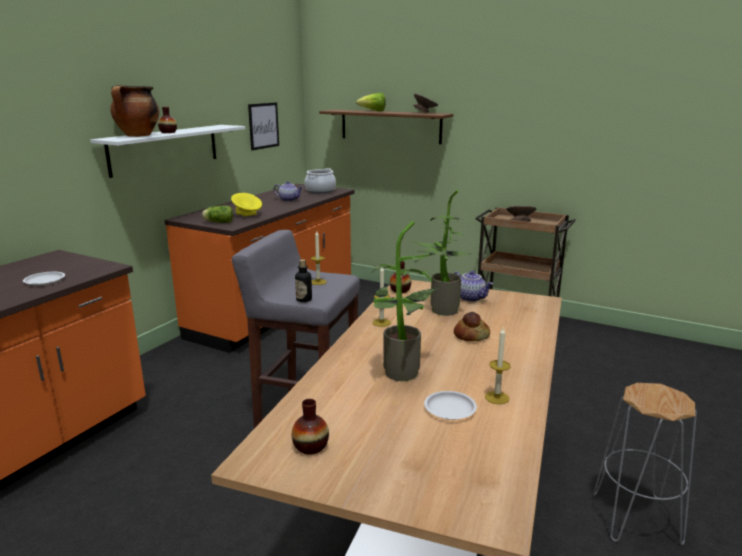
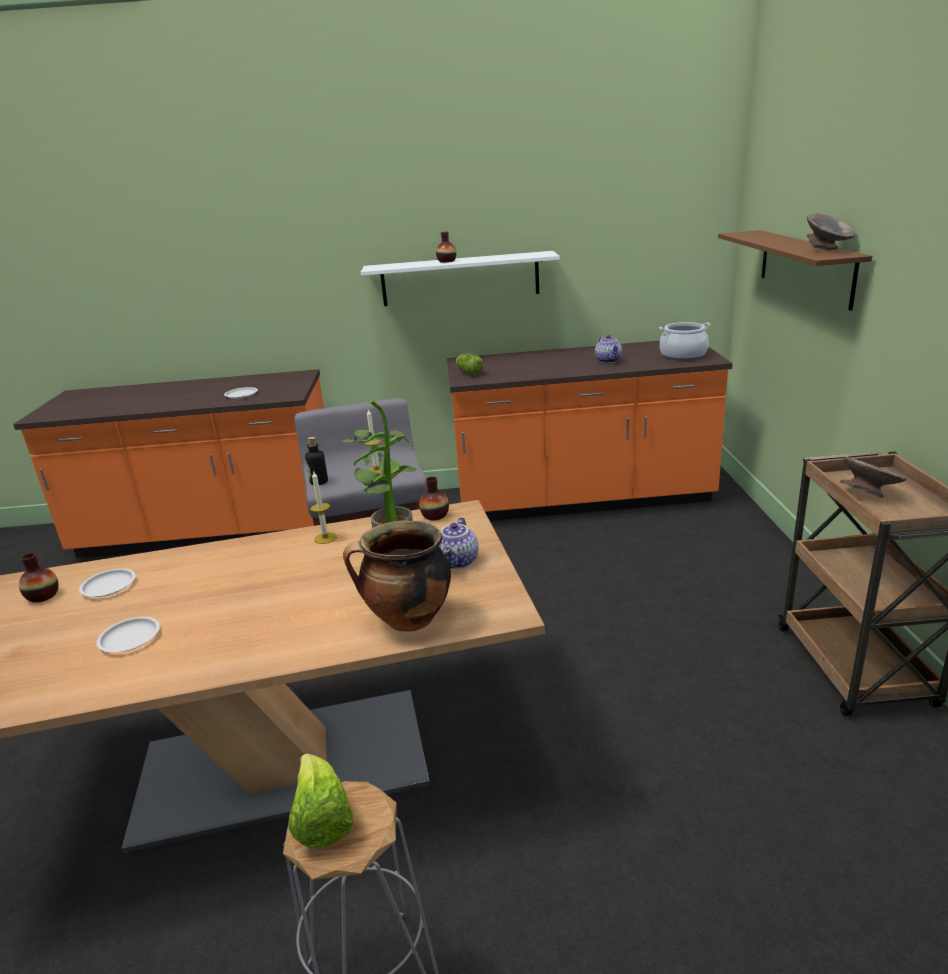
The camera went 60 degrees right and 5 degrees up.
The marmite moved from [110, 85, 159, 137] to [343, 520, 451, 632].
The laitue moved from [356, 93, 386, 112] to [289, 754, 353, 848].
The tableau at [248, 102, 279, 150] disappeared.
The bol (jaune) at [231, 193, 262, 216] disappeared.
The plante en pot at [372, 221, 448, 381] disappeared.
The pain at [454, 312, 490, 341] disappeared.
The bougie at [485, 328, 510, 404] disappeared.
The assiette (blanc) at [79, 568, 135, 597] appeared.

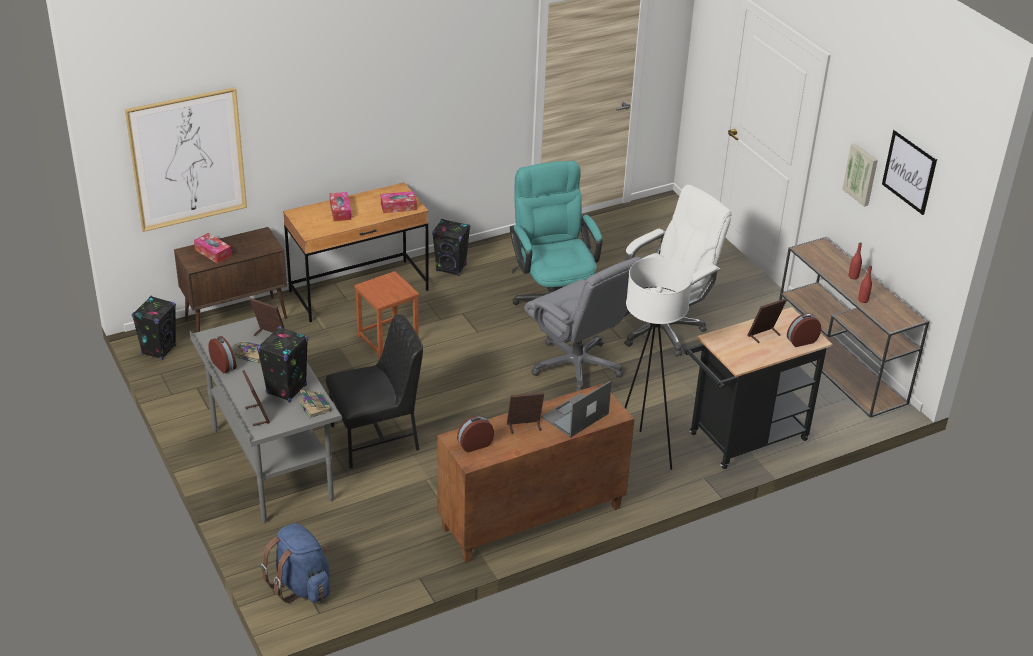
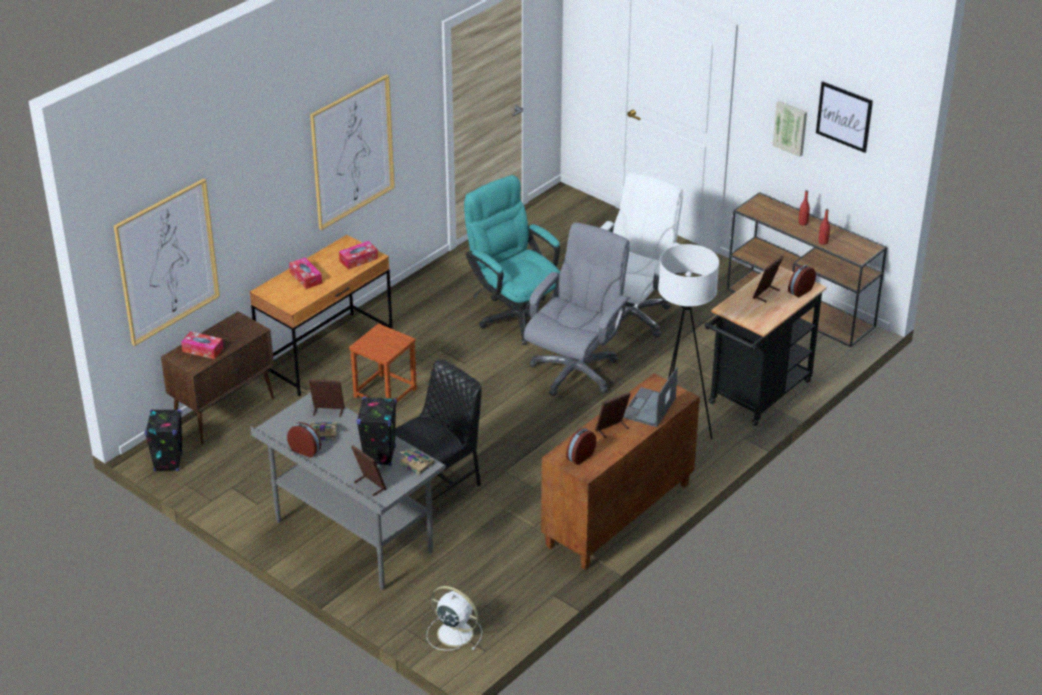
The camera went 20 degrees left and 0 degrees up.
The enceinte (noir) at [432, 219, 470, 276] disappeared.
The chaise de bureau (gris) at [524, 257, 642, 391] turned 90 degrees counterclockwise.
The sac à dos (bleu) at [261, 523, 330, 603] was replaced by the ventilateur (blanc) at [427, 586, 483, 651].
The tableau at [310, 74, 395, 230] appeared.

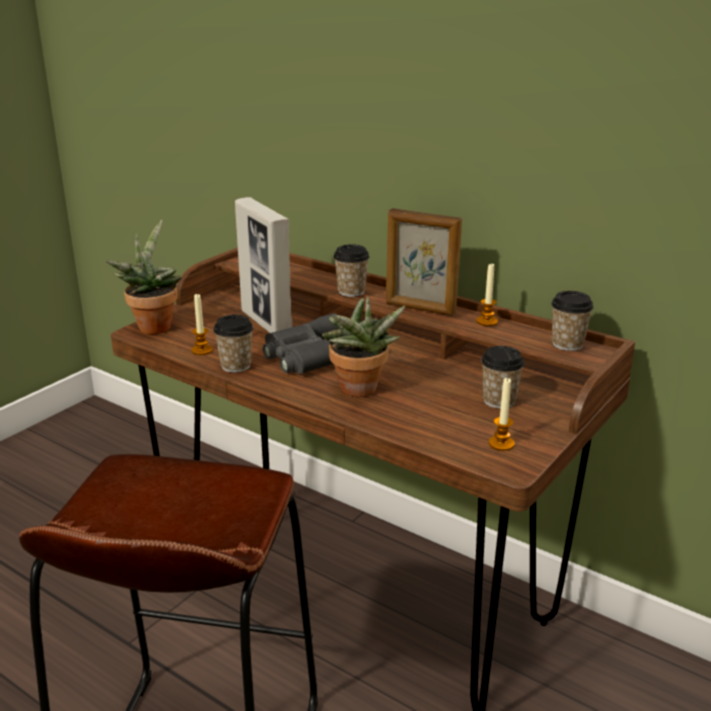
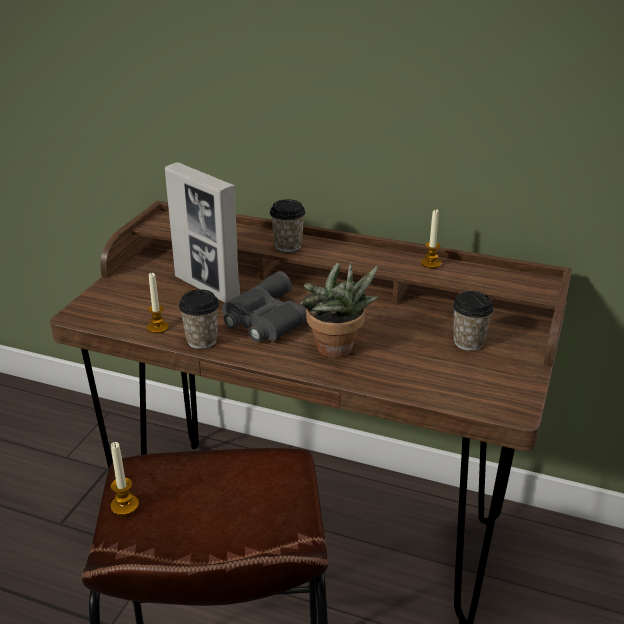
The camera went 15 degrees left and 5 degrees up.
The cadre photo at [386, 208, 462, 316] disappeared.
The plante en pot at [106, 220, 182, 334] disappeared.
The tasse at [551, 291, 593, 351] disappeared.
The bougie moved from [489, 377, 514, 451] to [111, 442, 139, 516].

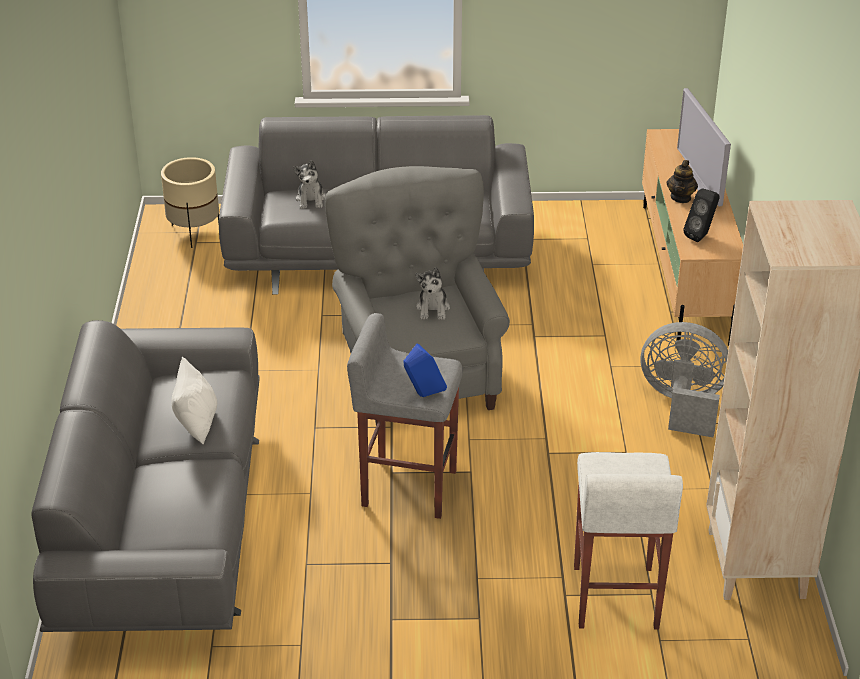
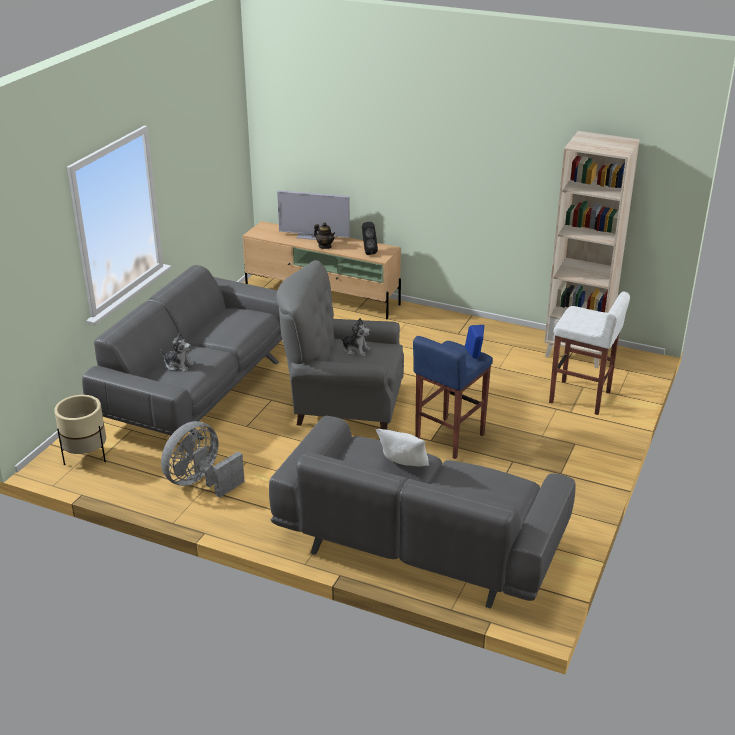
The camera went 65 degrees left and 5 degrees down.
The tabouret (gris) at [347, 313, 463, 519] became the tabouret (bleu) at [413, 336, 493, 459].
The ventilateur (gris) moved from [641, 322, 728, 437] to [161, 421, 245, 498].

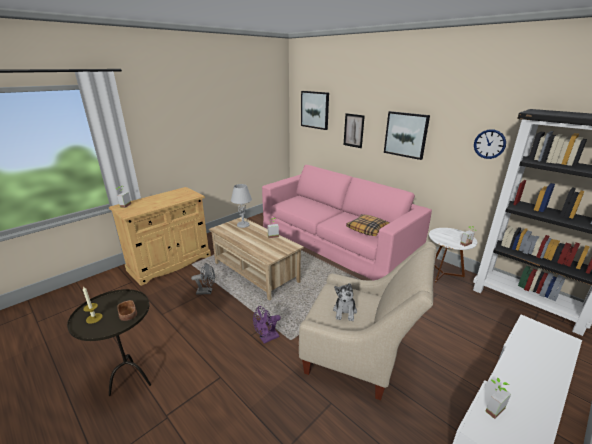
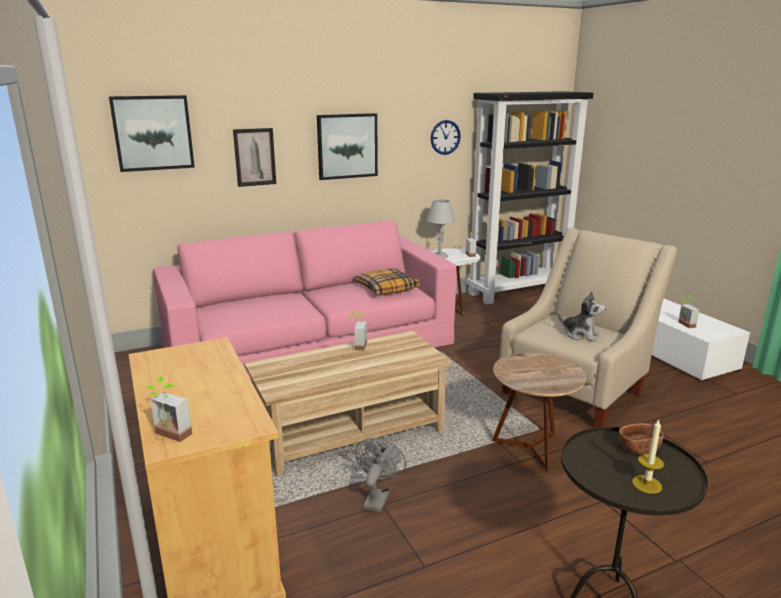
The camera went 70 degrees left and 5 degrees down.
The lampe de table (gris) moved from [231, 184, 252, 228] to [427, 199, 455, 259].
The ventilateur (violet) at [253, 306, 281, 344] was replaced by the table d'appoint (marron) at [492, 352, 586, 473].

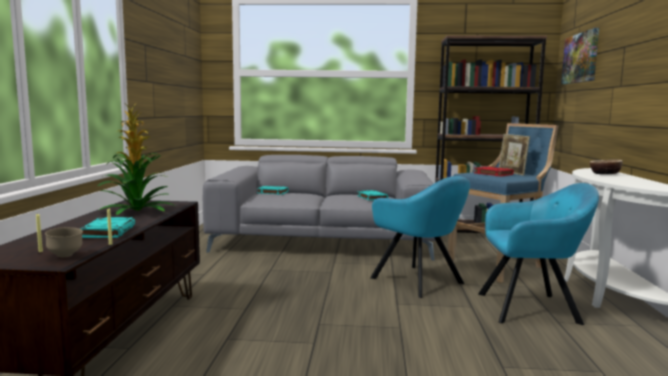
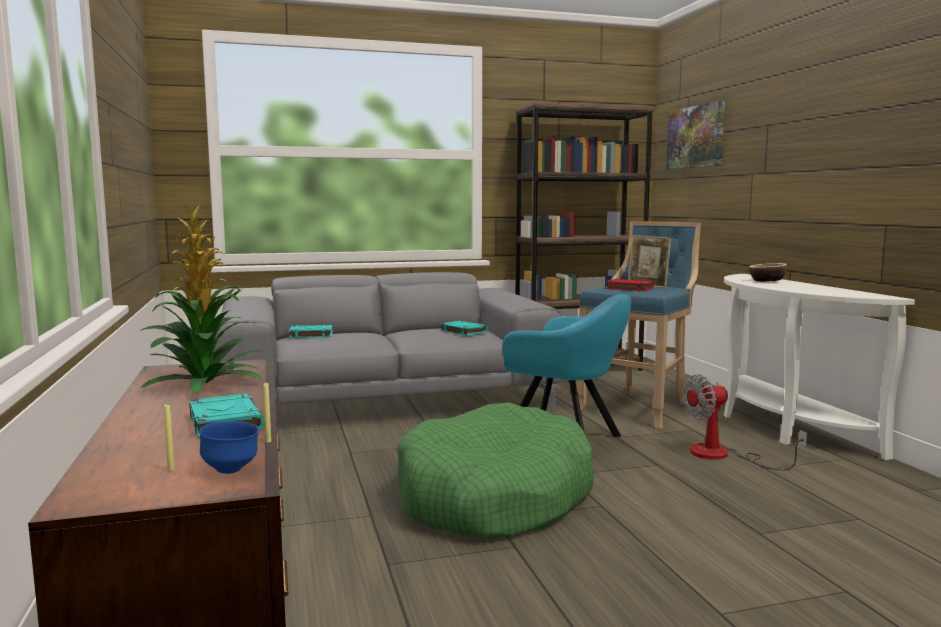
The camera went 20 degrees left and 0 degrees up.
The fauteuil (turquoise) at [478, 183, 599, 325] was replaced by the ventilateur at [683, 374, 808, 470].
The bol (marron) at [45, 227, 83, 257] became the bol (bleu) at [199, 421, 259, 474].
The panier pour chien (vert) at [397, 402, 594, 539] appeared.

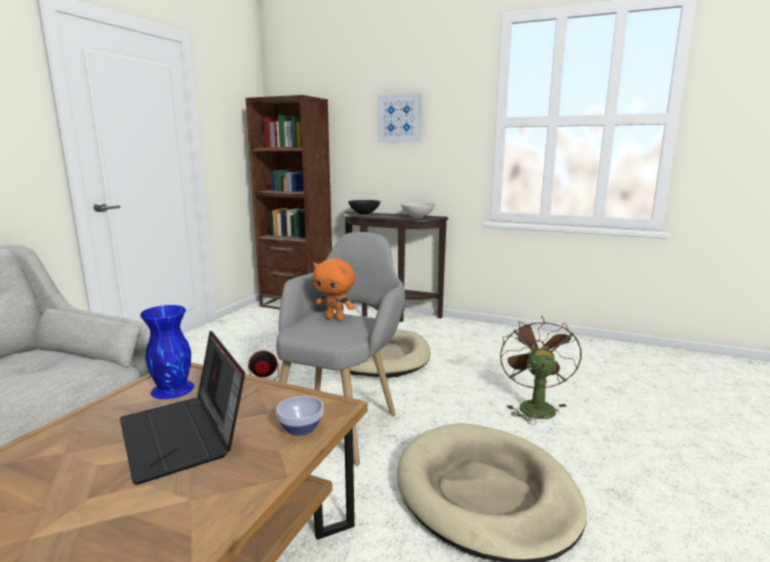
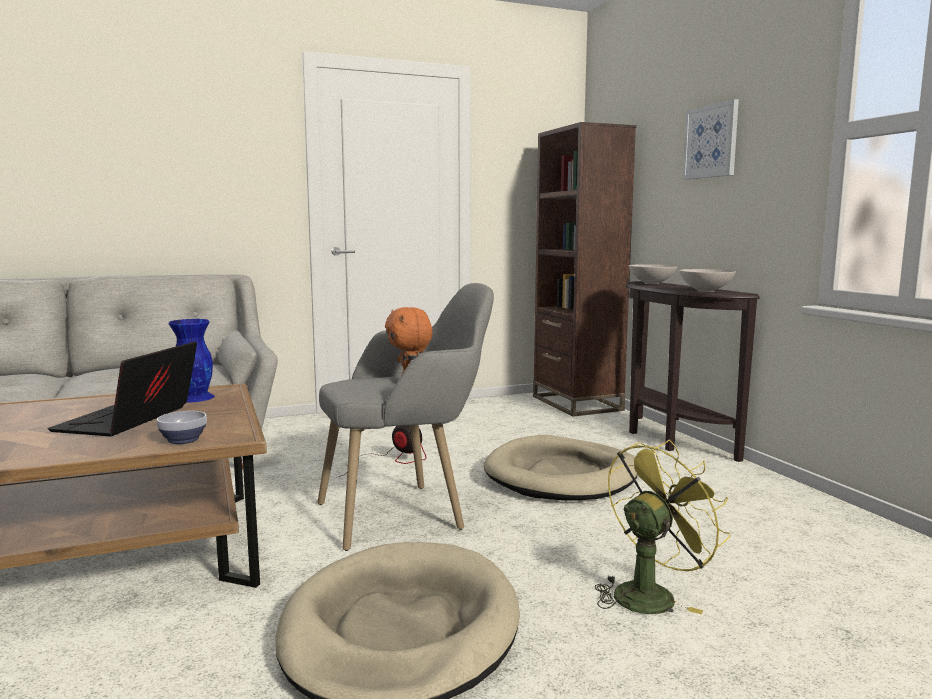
The camera went 45 degrees right and 5 degrees down.
The bol (noir) at [348, 200, 381, 215] became the bol (blanc) at [628, 264, 678, 284].
The ventilateur (marron) at [500, 316, 582, 425] became the ventilateur (jaune) at [595, 440, 730, 615].

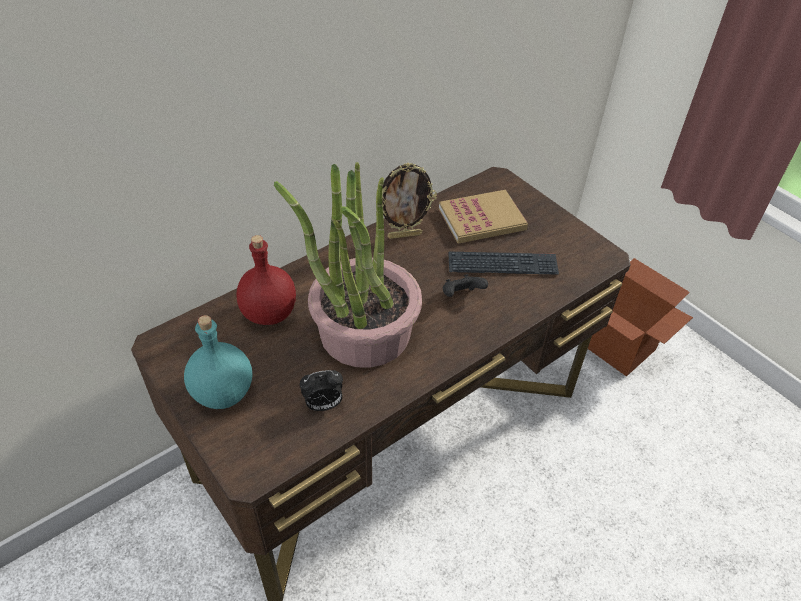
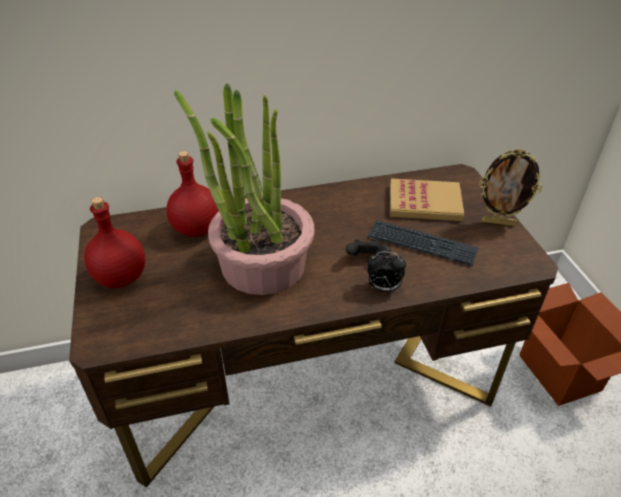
The camera went 25 degrees right and 5 degrees down.
The cadre photo moved from [382, 163, 437, 239] to [479, 148, 543, 226].
The bouteille (turquoise) at [184, 315, 252, 409] became the bouteille (rouge) at [84, 197, 145, 288].
The réveil moved from [300, 370, 343, 411] to [367, 252, 406, 292].

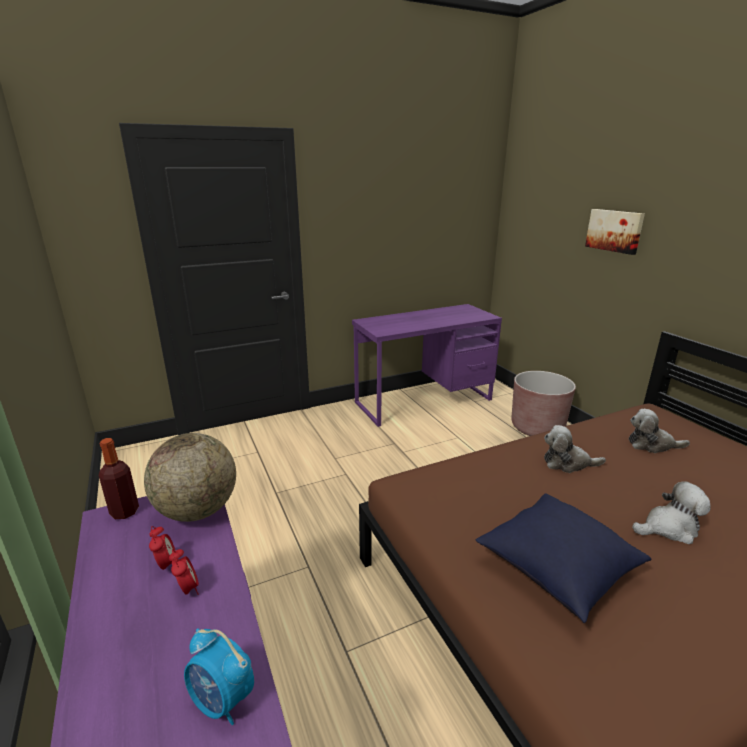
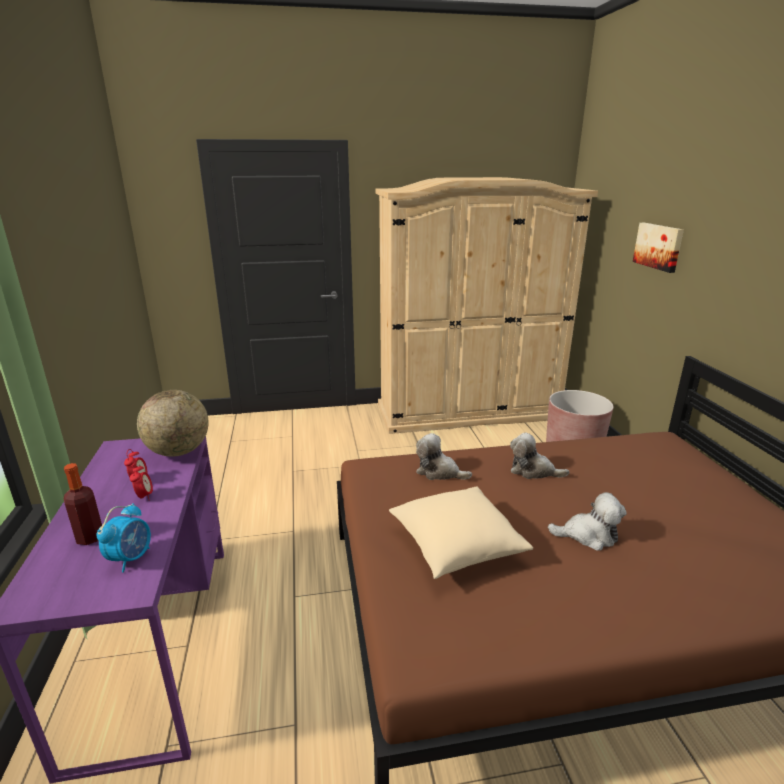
The camera went 15 degrees right and 0 degrees up.
The bureau (violet) at [352, 304, 502, 427] was replaced by the armoire (beige) at [376, 177, 598, 434].
The peluche moved from [629, 409, 690, 453] to [416, 433, 472, 480].
The bouteille moved from [99, 438, 139, 519] to [64, 463, 102, 545].
The coussin (bleu) at [476, 493, 651, 623] became the coussin (beige) at [389, 486, 533, 579].
The réveil at [184, 628, 254, 725] turned 120 degrees counterclockwise.

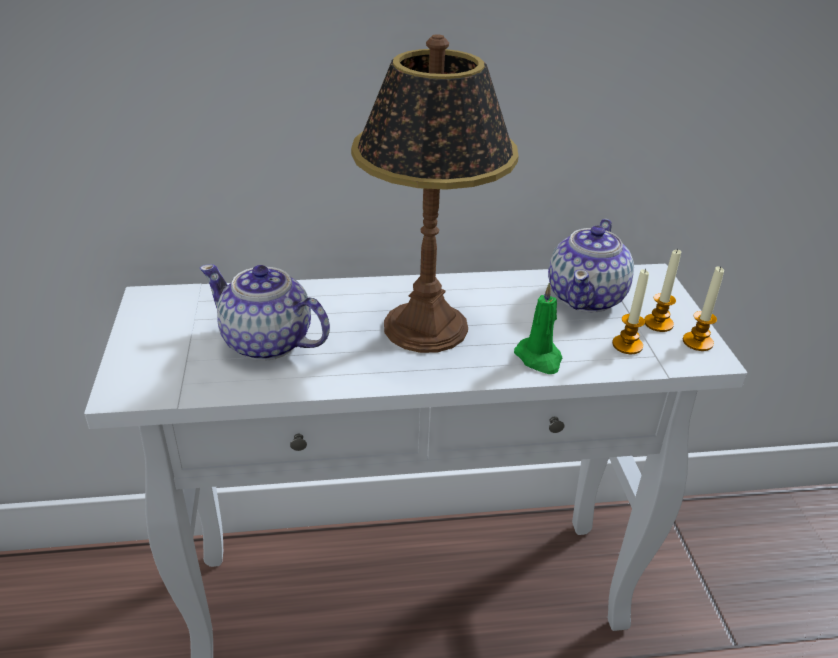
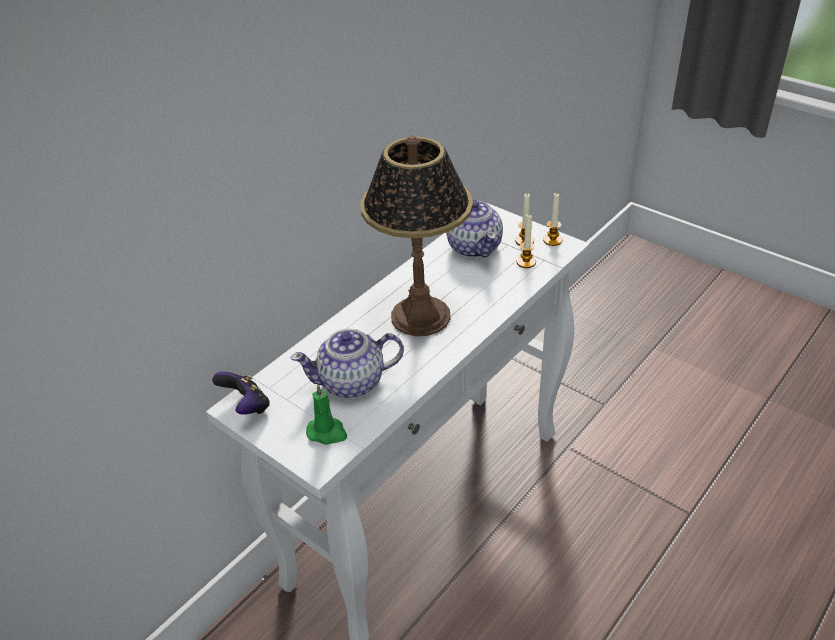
The camera went 40 degrees left and 5 degrees up.
The bougie (vert) moved from [514, 283, 562, 374] to [306, 384, 347, 445].
The manette at [212, 372, 270, 415] appeared.

